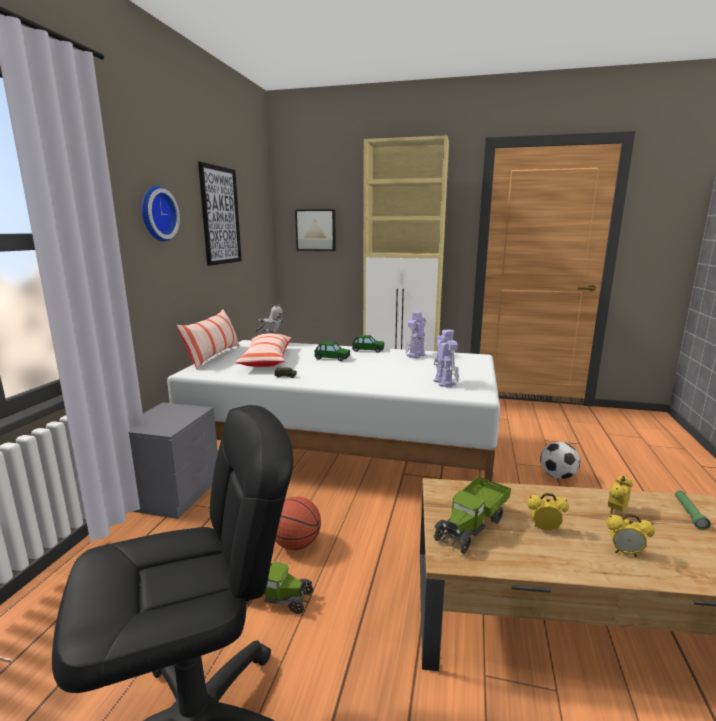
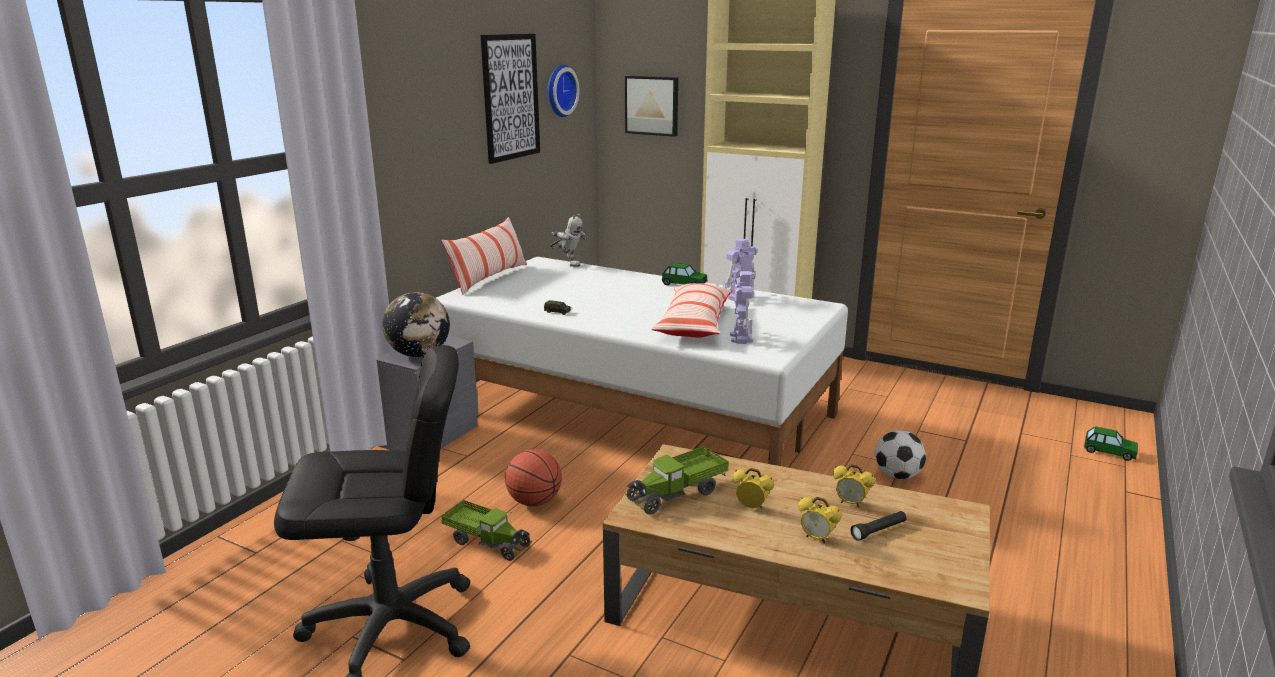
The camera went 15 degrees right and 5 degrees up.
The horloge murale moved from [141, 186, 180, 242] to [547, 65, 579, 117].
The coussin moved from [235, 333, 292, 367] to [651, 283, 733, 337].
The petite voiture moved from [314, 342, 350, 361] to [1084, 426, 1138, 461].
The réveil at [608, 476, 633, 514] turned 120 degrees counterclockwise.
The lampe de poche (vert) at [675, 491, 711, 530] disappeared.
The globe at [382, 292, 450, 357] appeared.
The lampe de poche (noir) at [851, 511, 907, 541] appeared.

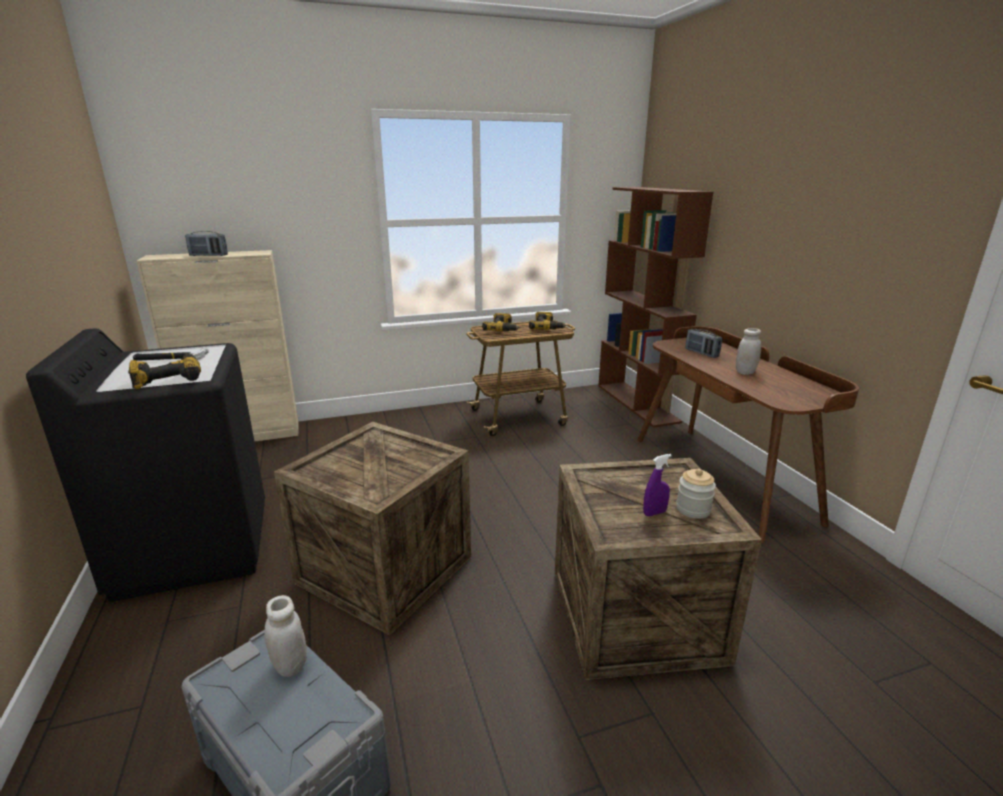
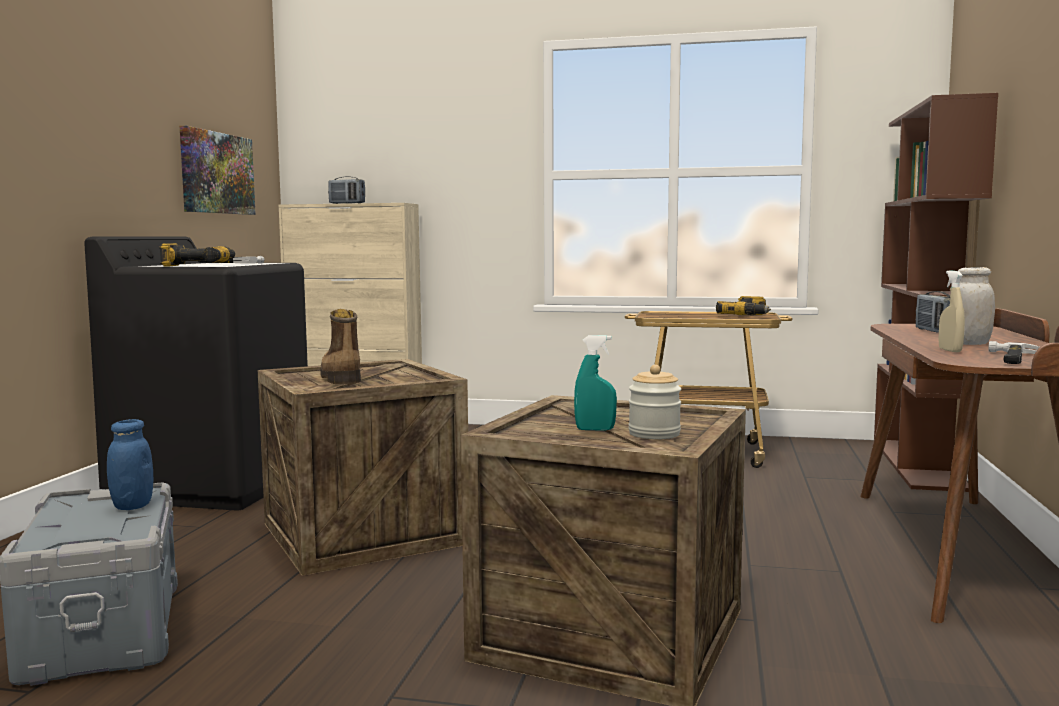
The camera went 30 degrees right and 15 degrees down.
The perceuse at [482, 313, 520, 331] disappeared.
The vaporisateur (violet) at [643, 454, 672, 516] became the vaporisateur (turquoise) at [574, 335, 617, 431].
The bocal (blanc) at [264, 595, 307, 677] became the bocal (bleu) at [107, 419, 153, 510].
The tableau at [180, 126, 255, 215] appeared.
The vaporisateur (beige) at [938, 270, 965, 352] appeared.
The botte at [320, 309, 361, 384] appeared.
The marteau at [988, 341, 1040, 364] appeared.

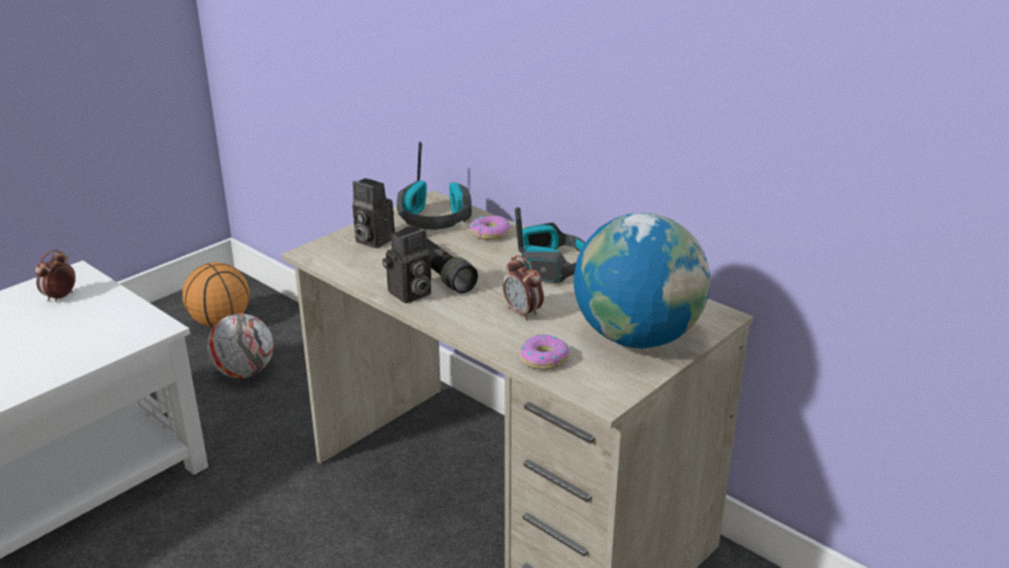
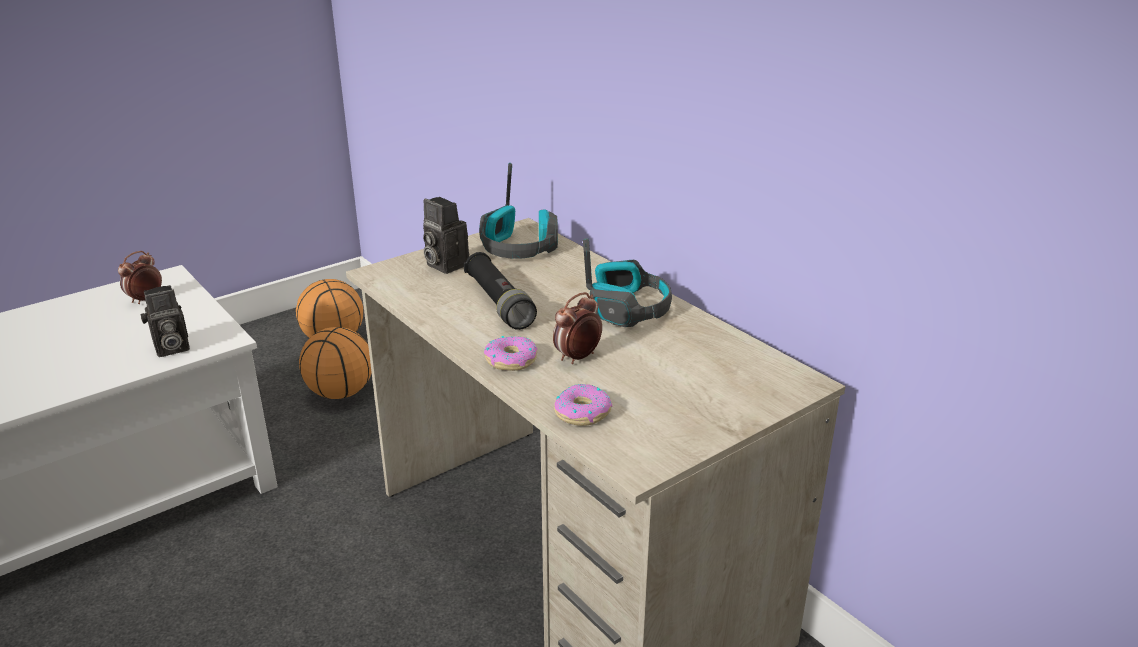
The camera went 10 degrees right and 0 degrees up.
The globe at [574, 213, 710, 348] disappeared.
The beignet moved from [470, 216, 510, 240] to [484, 336, 537, 371].
The appareil photo moved from [382, 226, 431, 303] to [140, 285, 190, 357].
The réveil at [503, 255, 544, 320] turned 75 degrees clockwise.
The ballon de foot at [207, 314, 273, 378] was replaced by the ballon de basket at [299, 327, 372, 399].

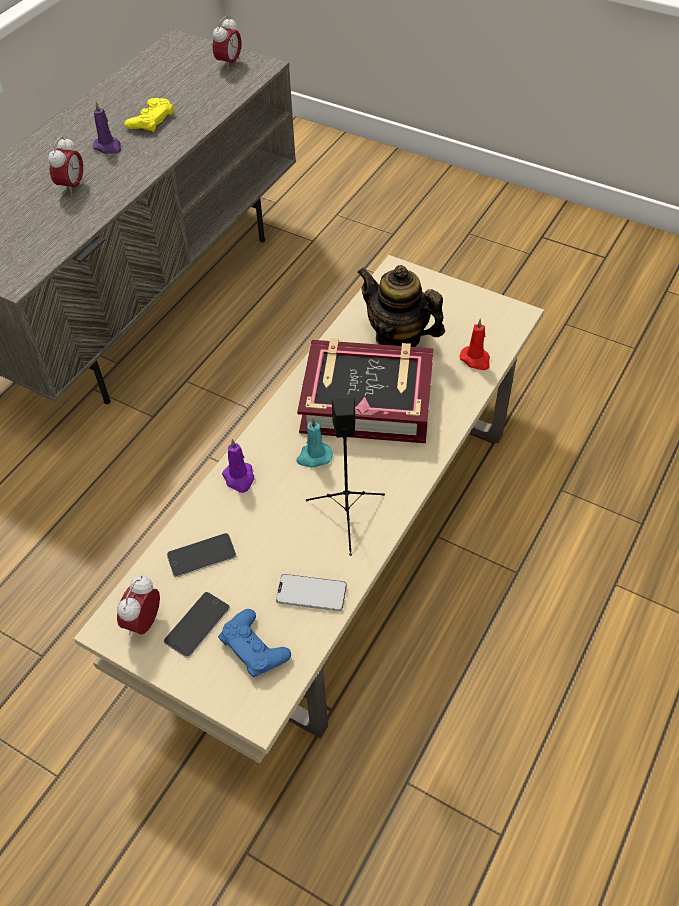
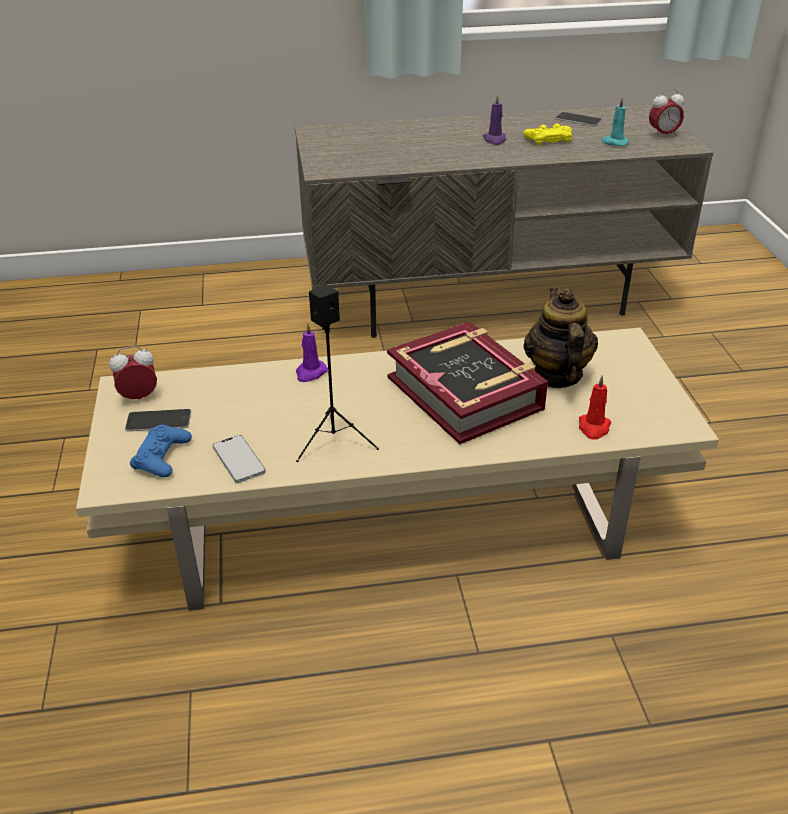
The camera went 50 degrees right and 15 degrees down.
The réveil at [48, 136, 84, 195] disappeared.
The bougie (turquoise) moved from [296, 418, 333, 468] to [601, 97, 630, 146].
The téléphone moved from [167, 533, 237, 577] to [555, 112, 602, 126].

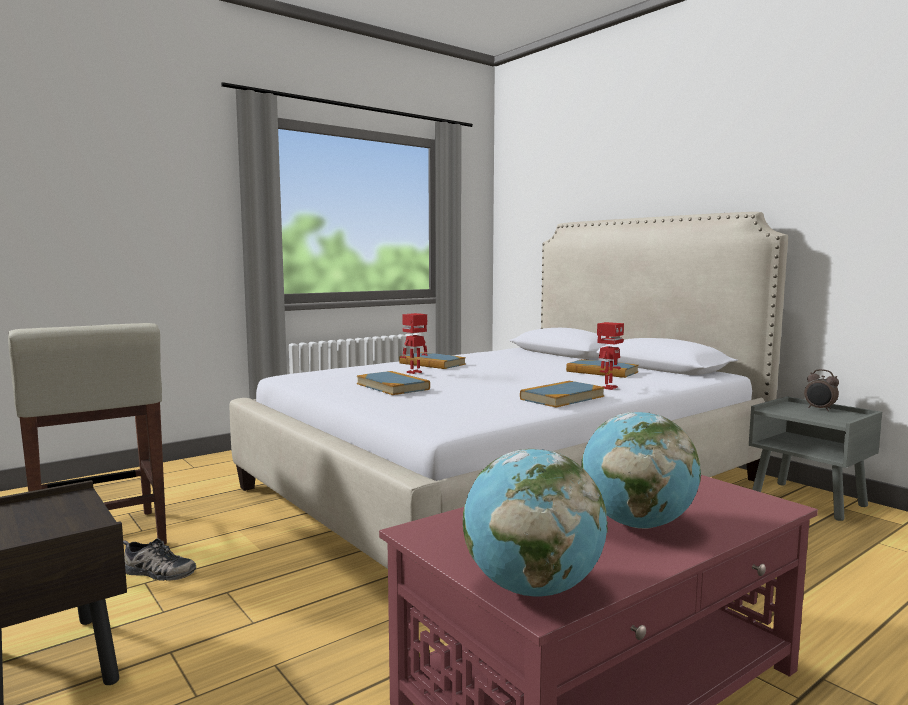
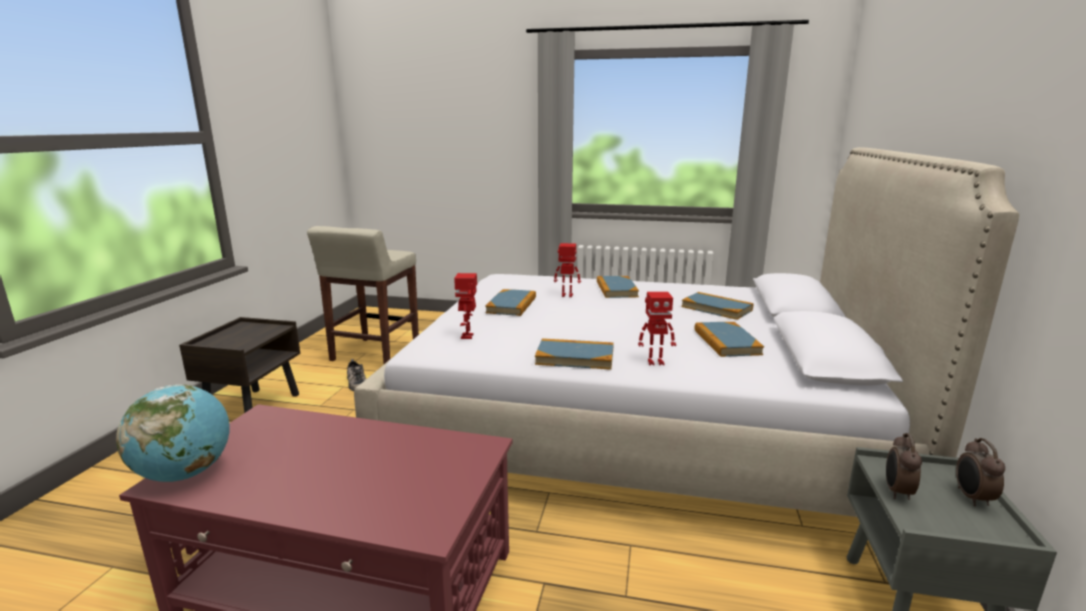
The camera went 50 degrees right and 10 degrees up.
The globe at [581, 412, 701, 529] disappeared.
The robot jouet at [454, 273, 477, 339] appeared.
The livre at [681, 292, 753, 320] appeared.
The réveil at [886, 433, 922, 500] appeared.

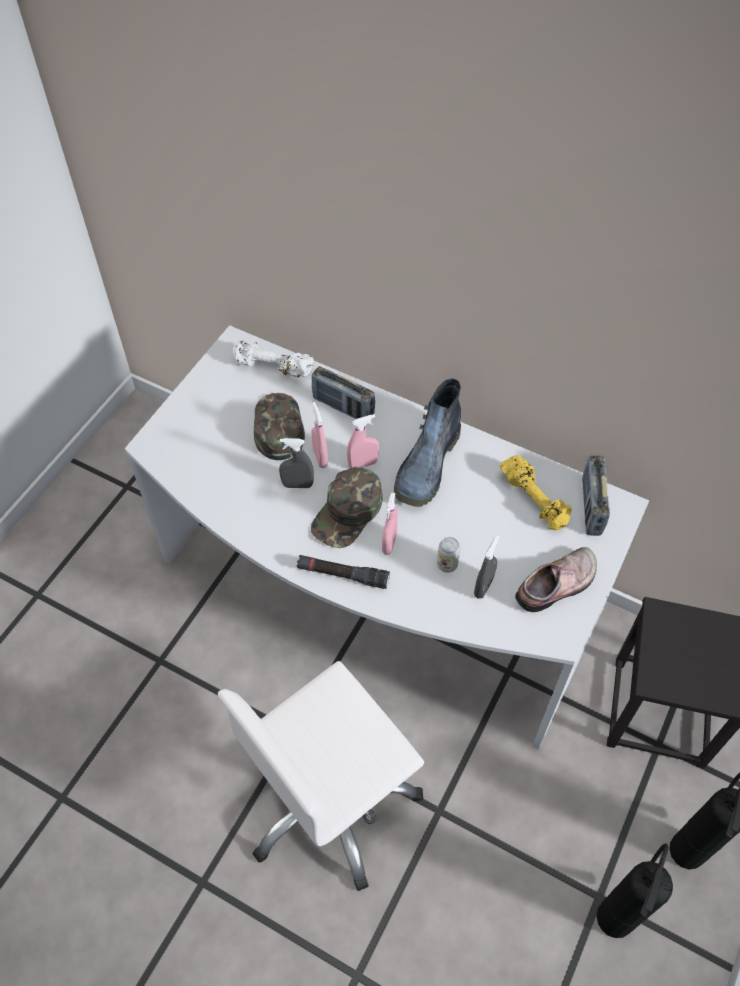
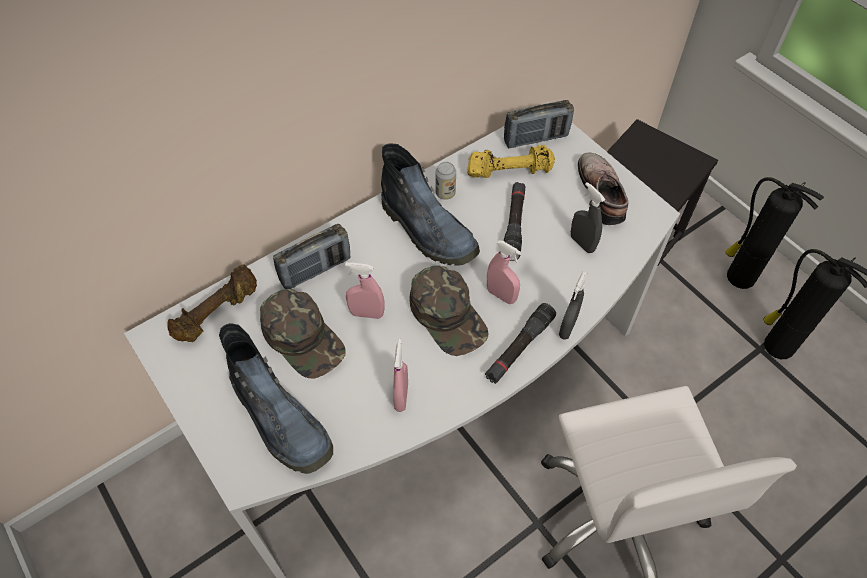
The camera went 65 degrees left and 0 degrees up.
The haltère (blanc) at [233, 339, 313, 377] became the haltère (marron) at [167, 264, 257, 342].
The casquette (vert) at [254, 393, 305, 460] turned 150 degrees counterclockwise.
The vaporisateur (rose) moved from [347, 414, 379, 468] to [393, 339, 408, 412].
The vaporisateur (gris) moved from [279, 438, 314, 488] to [559, 272, 587, 340].
The radio at [582, 456, 610, 536] turned 45 degrees counterclockwise.
The boîte métallique moved from [437, 537, 460, 573] to [436, 162, 456, 200].
The lampe de poche (noir) at [504, 182, 525, 261] appeared.
The botte at [219, 323, 333, 474] appeared.

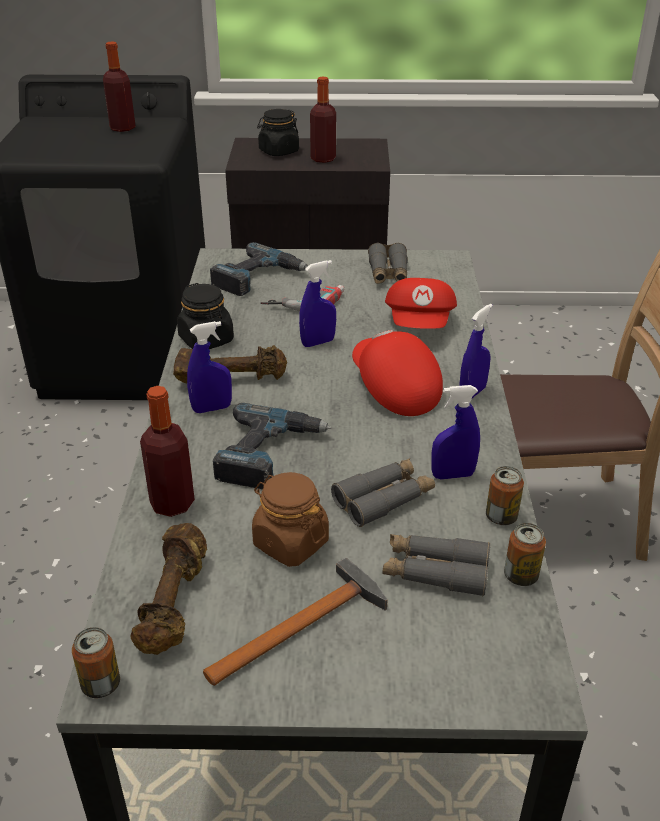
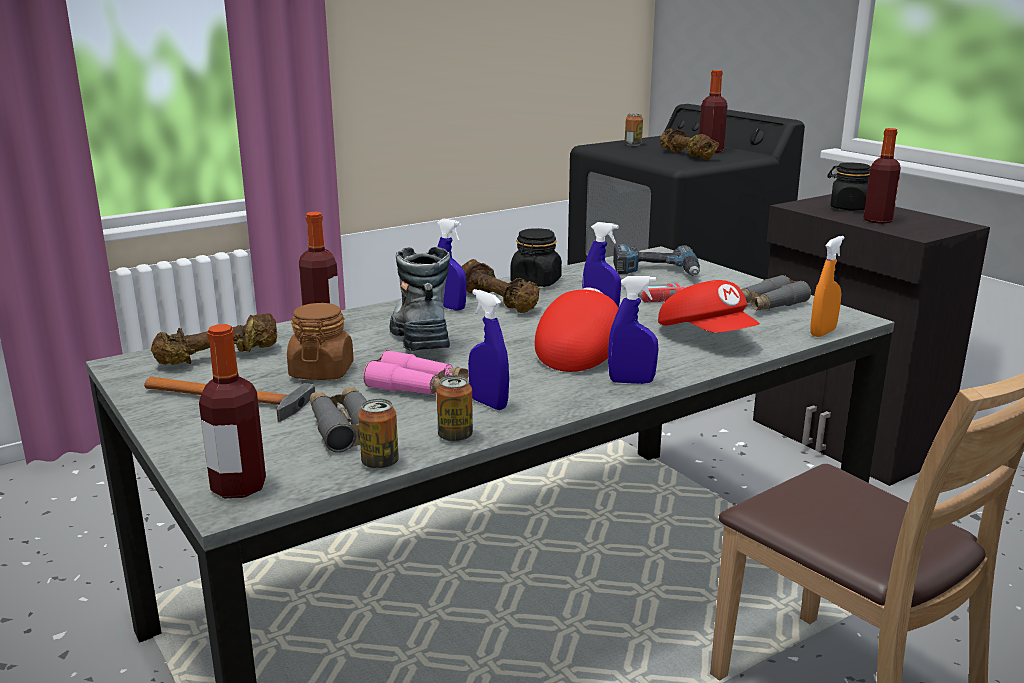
The camera went 55 degrees right and 15 degrees down.
The casquette (rouge) at [385, 278, 457, 329] turned 90 degrees counterclockwise.
The perceuse at [213, 403, 331, 489] was replaced by the botte at [390, 247, 450, 351].
The jumelles (gris) at [331, 458, 435, 527] became the jumelles (rose) at [363, 350, 469, 395].
The boîte métallique moved from [72, 627, 120, 698] to [625, 114, 643, 146].
The haltère (marron) at [660, 128, 719, 160] appeared.
The vaporisateur (orange) at [810, 236, 845, 337] appeared.
The bouteille at [199, 324, 266, 498] appeared.

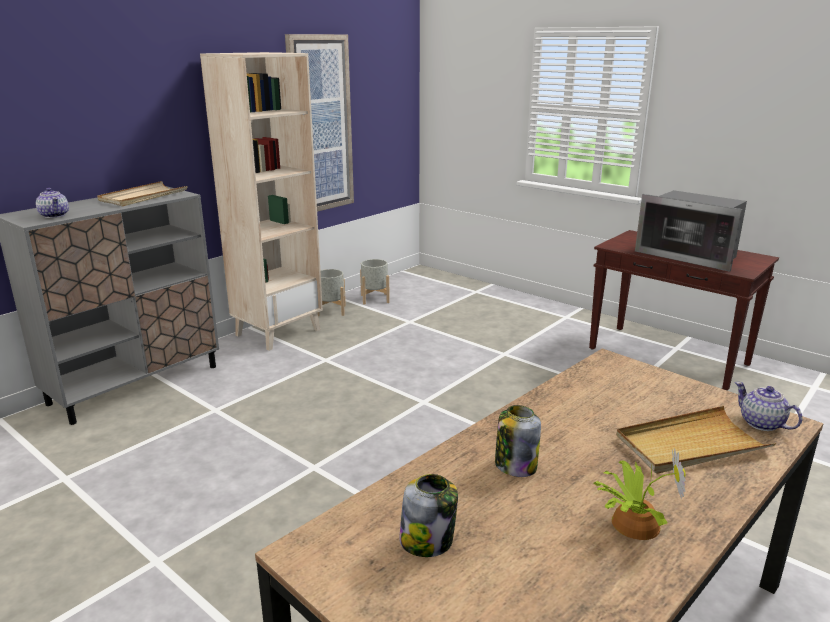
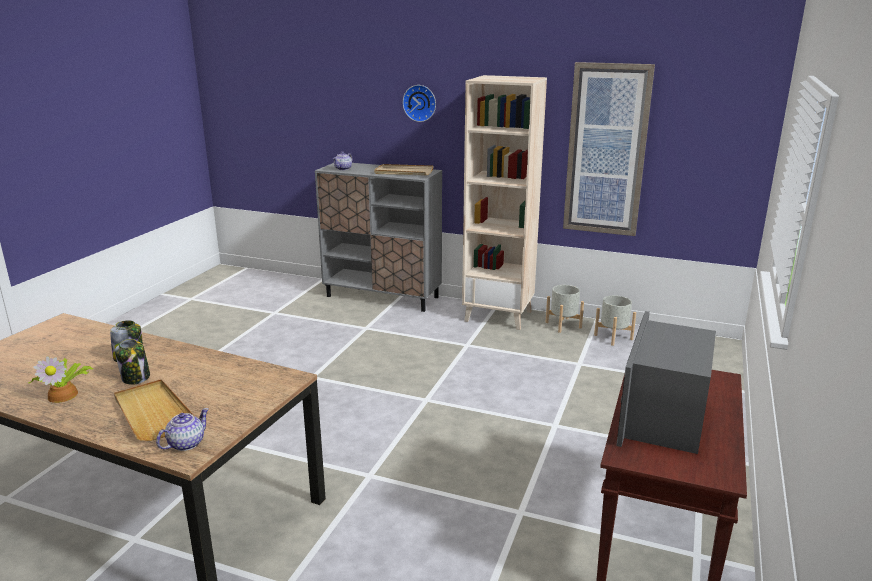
The camera went 70 degrees right and 0 degrees up.
The bocal moved from [399, 474, 458, 557] to [115, 339, 150, 385].
The horloge murale at [403, 85, 436, 122] appeared.

